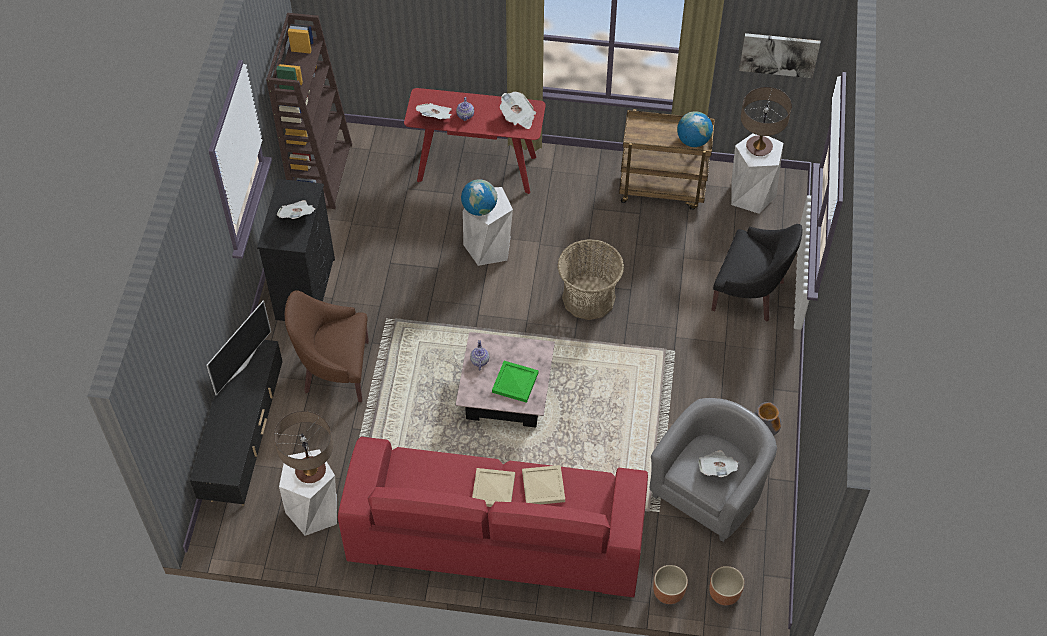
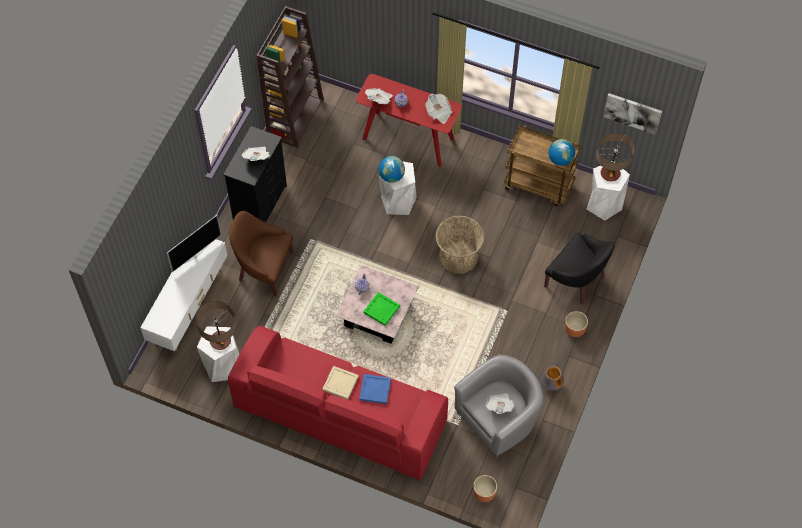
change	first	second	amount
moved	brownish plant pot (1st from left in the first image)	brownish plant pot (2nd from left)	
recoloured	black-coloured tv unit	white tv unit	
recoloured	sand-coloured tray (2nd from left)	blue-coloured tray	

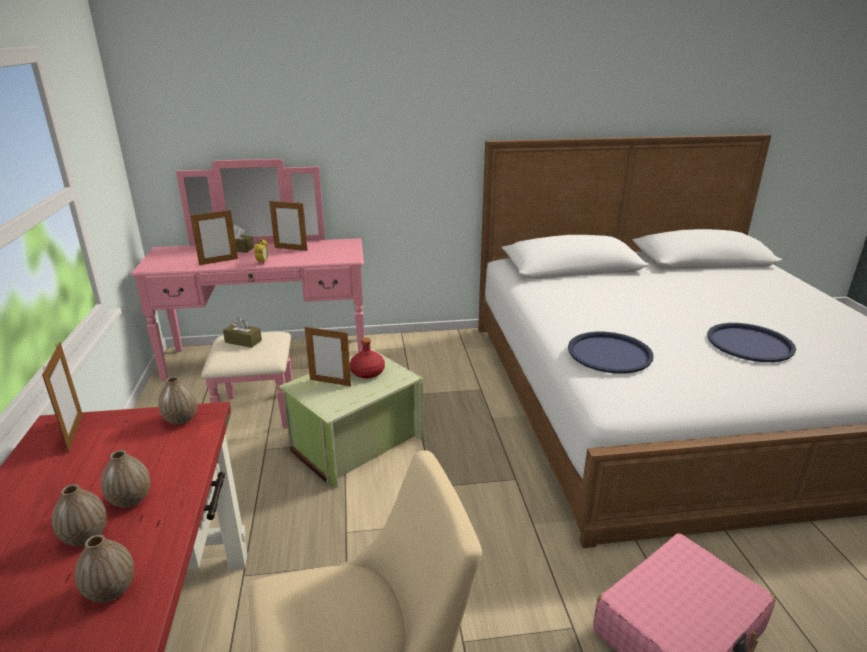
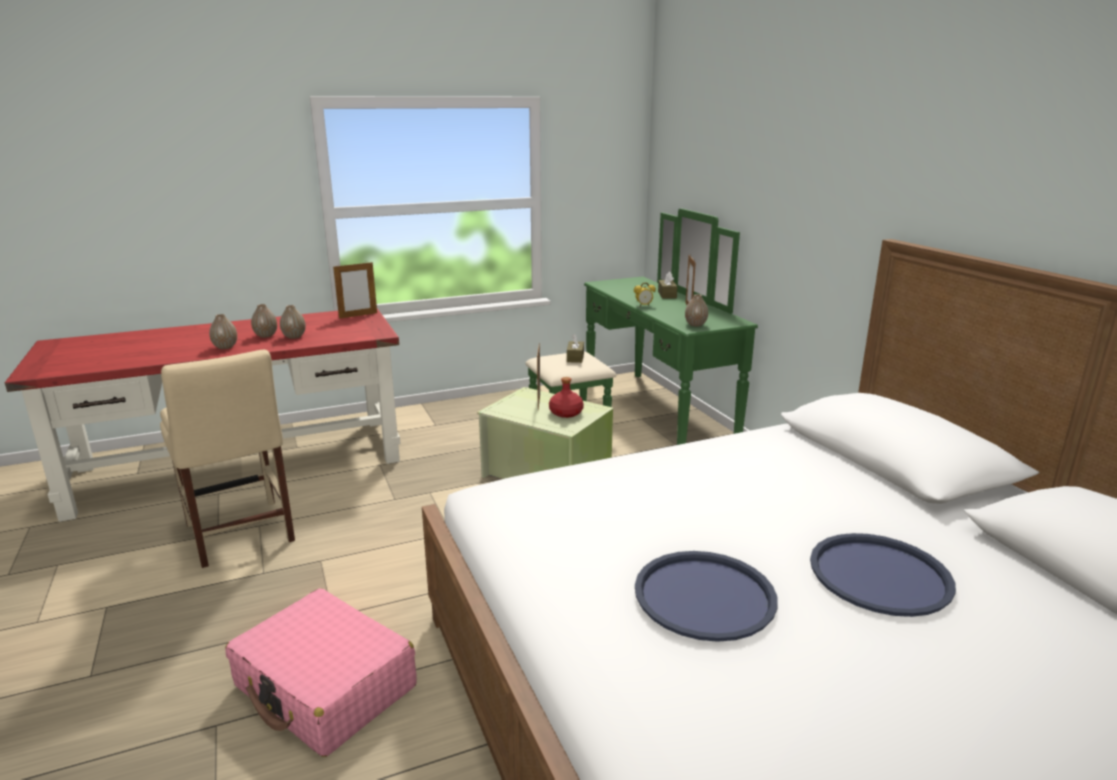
change	first	second	amount
removed	standing frame (2nd from left)		
moved	vase (4th from left)		
moved	blue-coloured tray (1st from left in the first image)	blue-coloured tray (2nd from left)	
recoloured	pink dresser	green-coloured dresser	

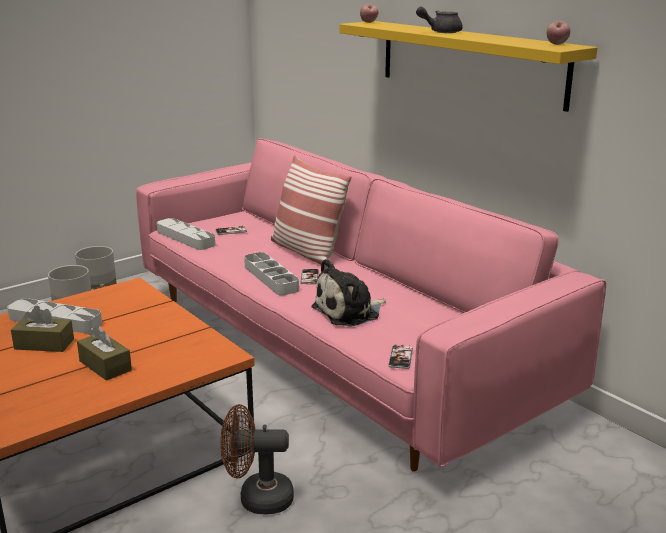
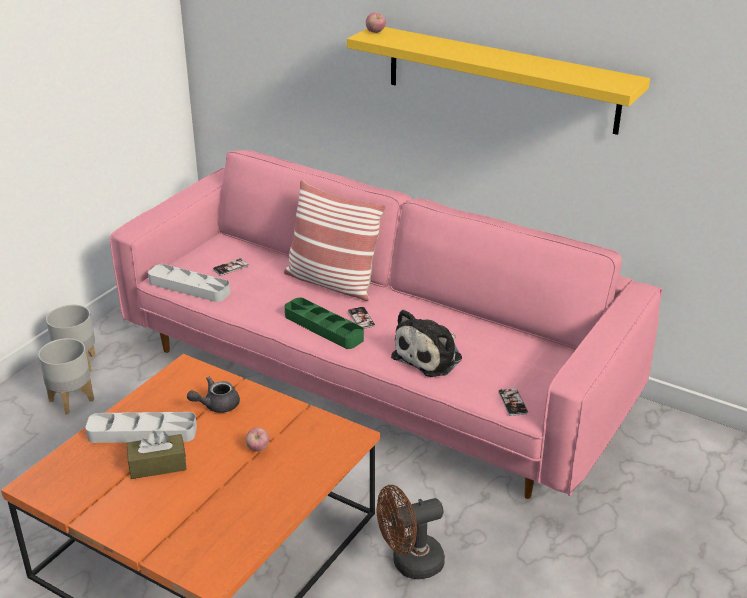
change	first	second	amount
removed	brownish tissue box (2nd from left)		
moved	gray pot for tea		
moved	apple (2nd from left in the first image)	apple (1st from left)	
recoloured	gray tray (3rd from left)	green-coloured tray	

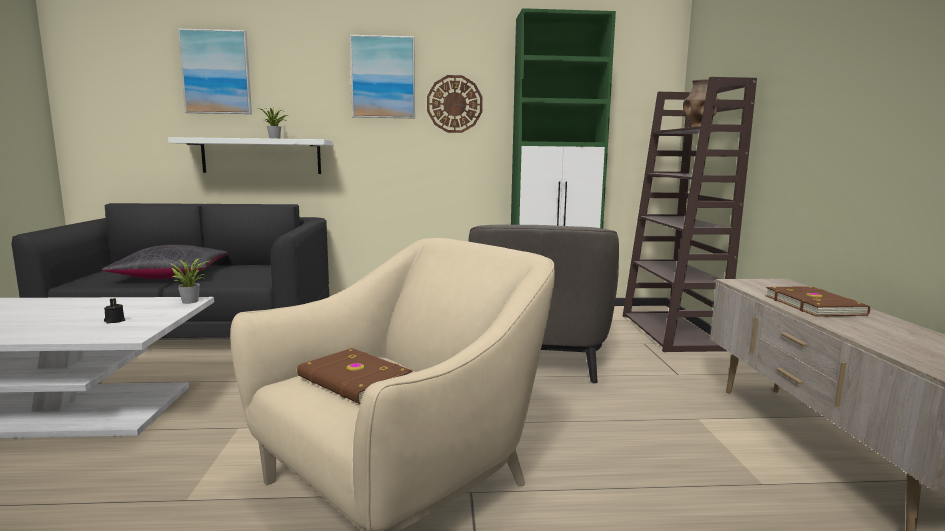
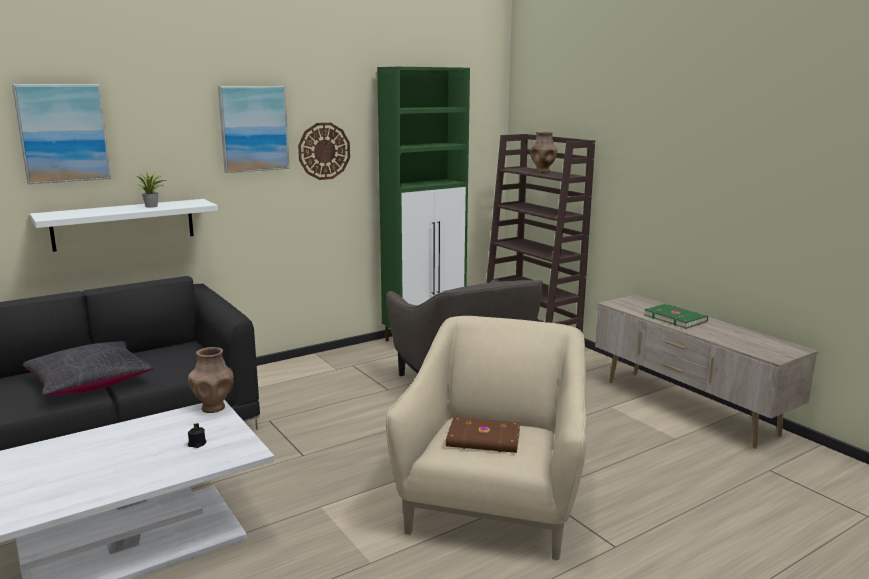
change	first	second	amount
replaced	potted plant (1st from left)	brownish vase (1st from left)	
recoloured	brownish volume (2nd from left)	green-coloured volume	

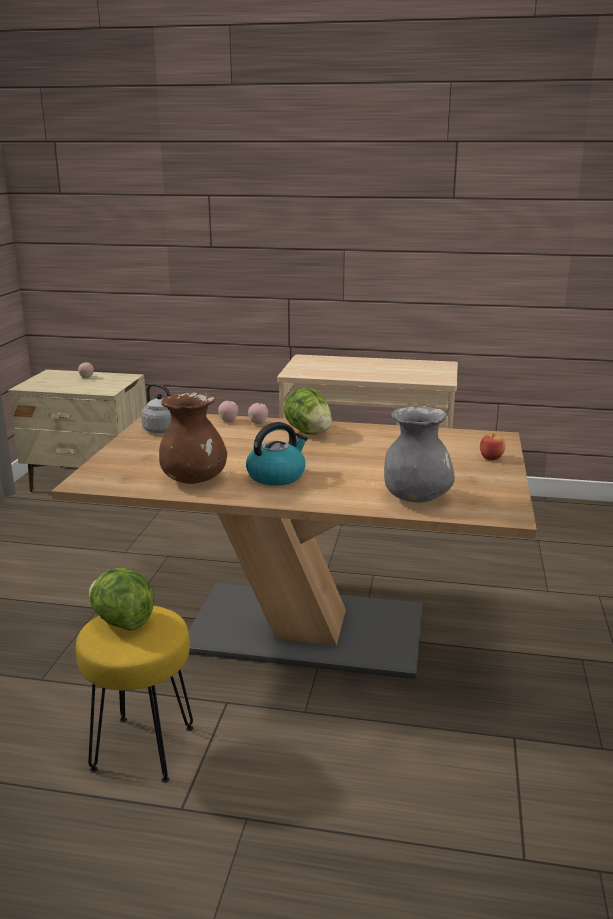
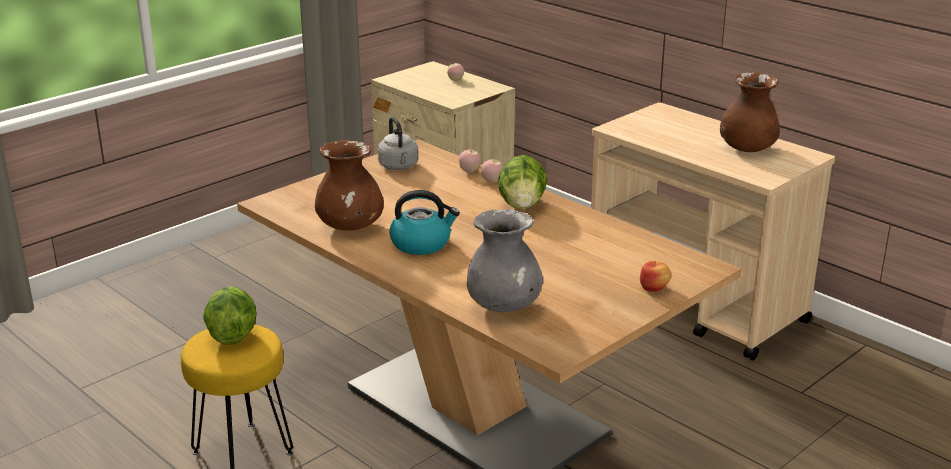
change	first	second	amount
added		brownish vase (2nd from left)	

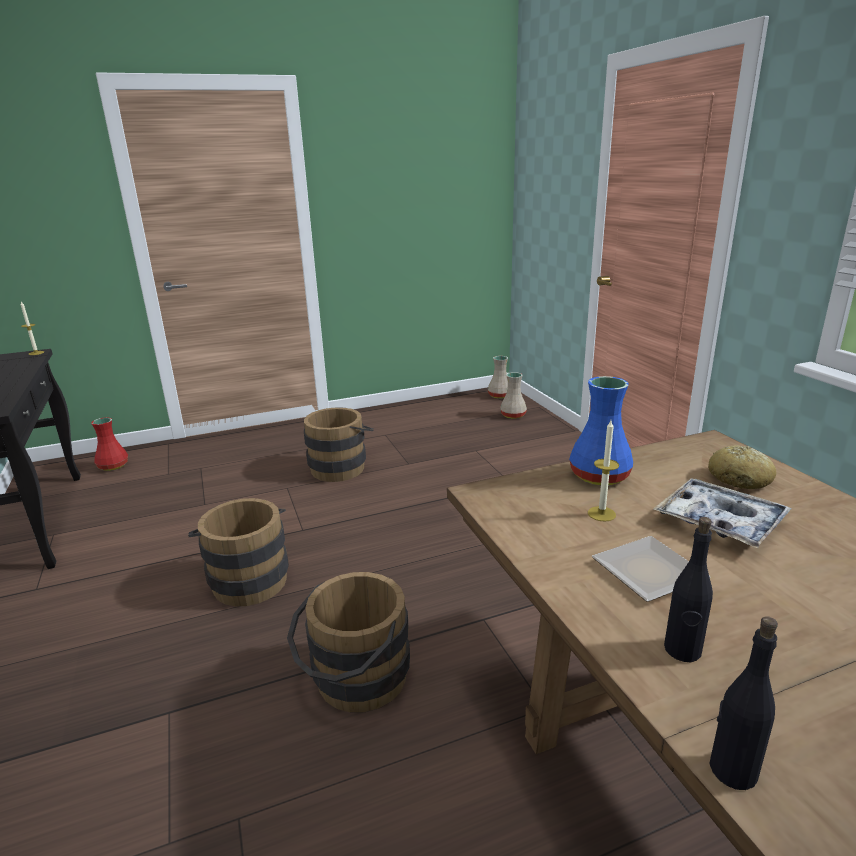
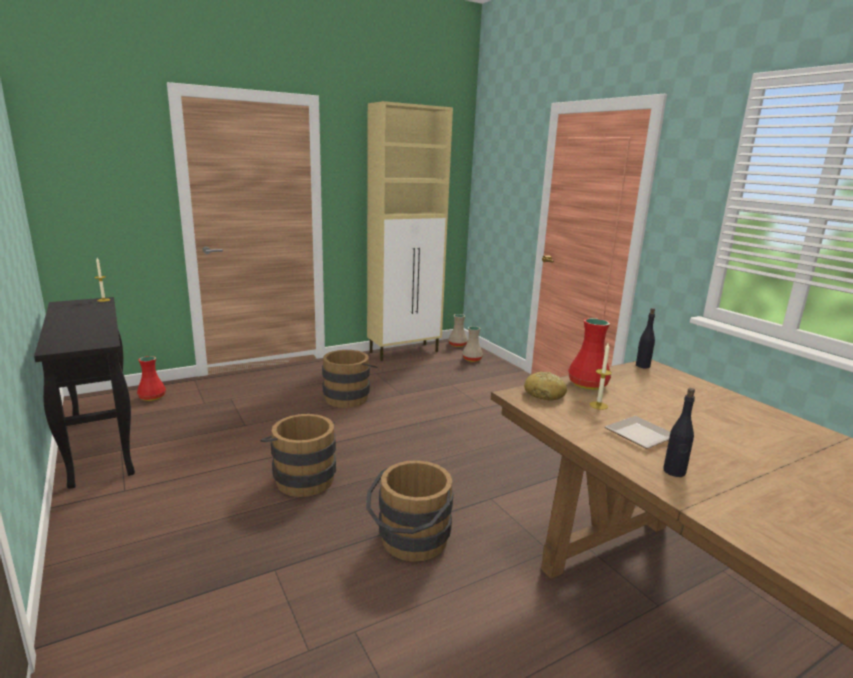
change	first	second	amount
removed	tray		
added		sand-coloured cupboard	
moved	bakery bread		
moved	black-coloured beverage bottle (2nd from left in the first image)	black-coloured beverage bottle (1st from left)	
recoloured	blue-coloured vase	red vase (2nd from left)	

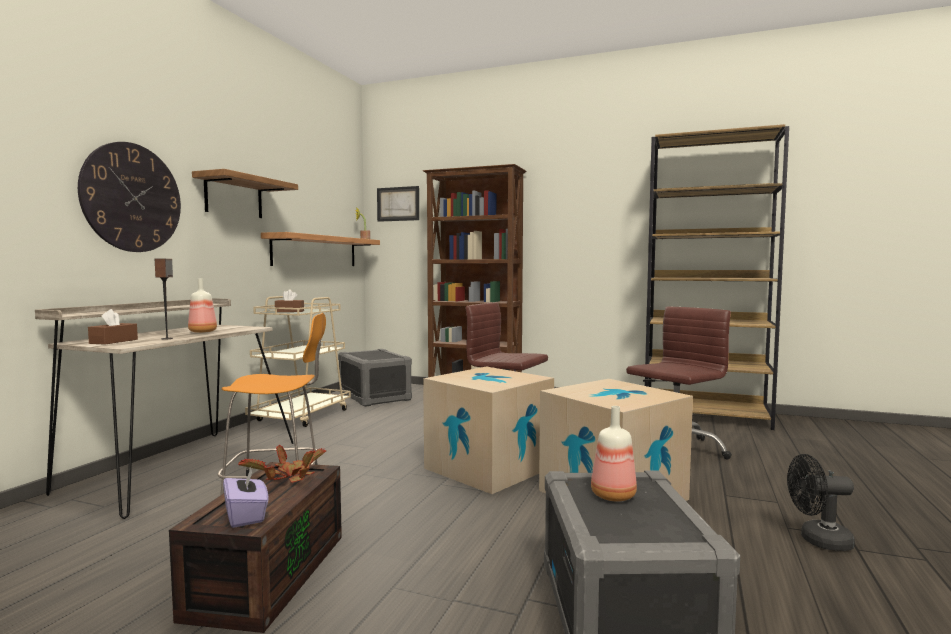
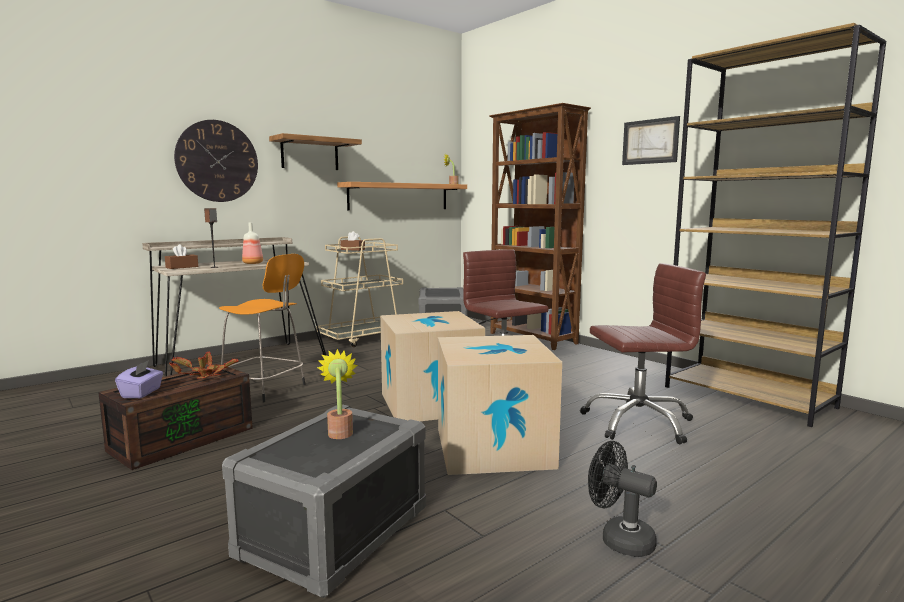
change	first	second	amount
moved	picture		
replaced	beverage bottle (2nd from left)	potted plant (2nd from left)	

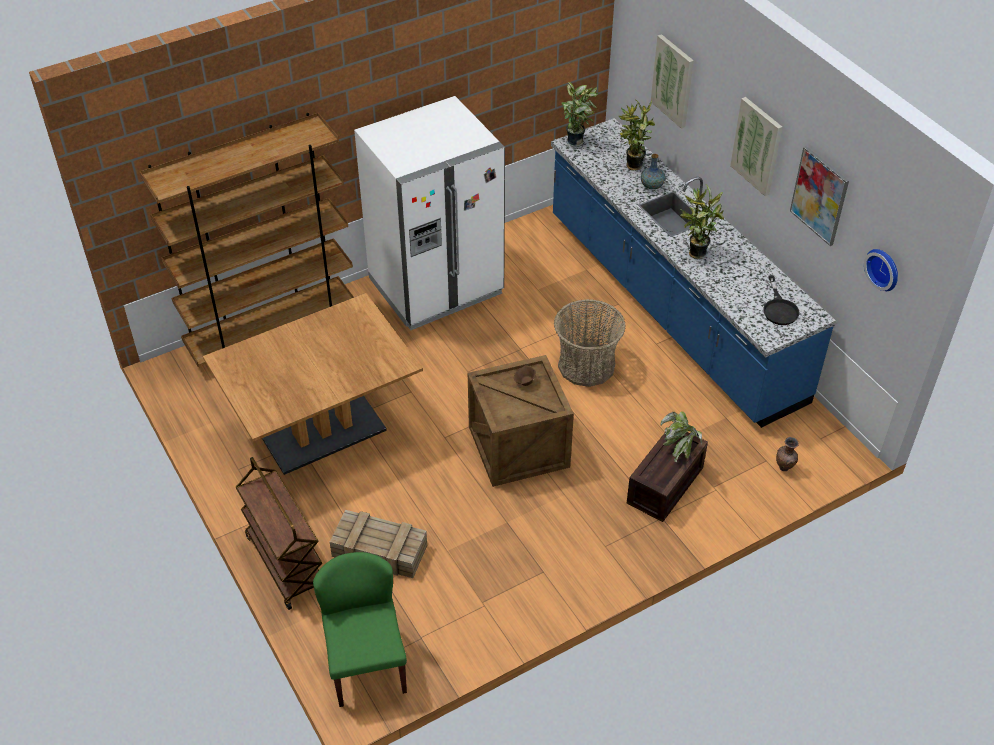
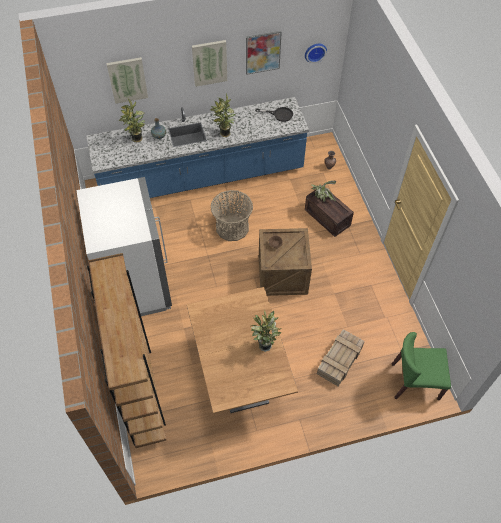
change	first	second	amount
removed	brownish trolley		
moved	potted plant (1st from left in the first image)	potted plant (3rd from left)	

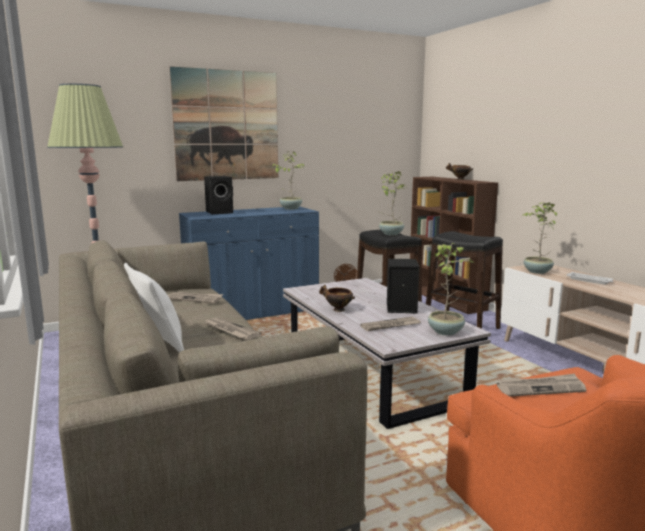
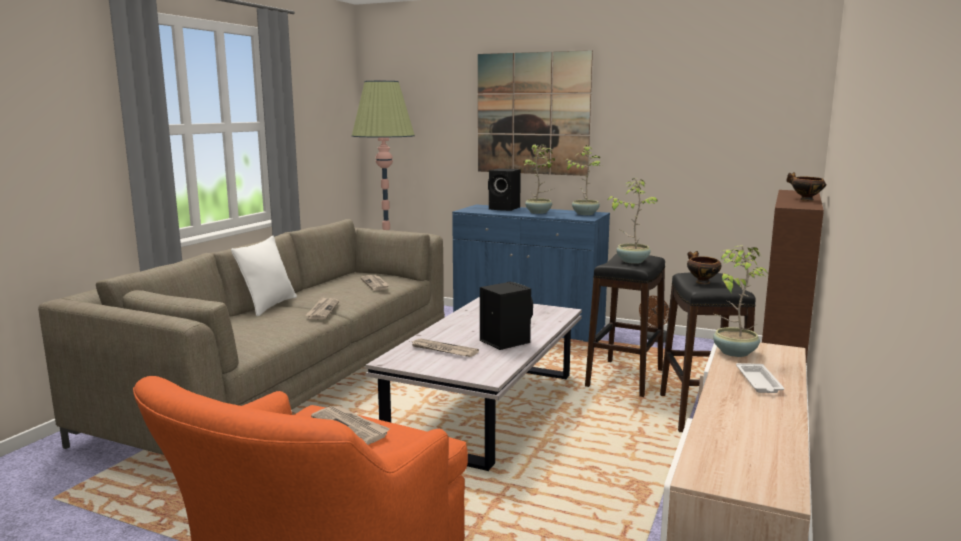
change	first	second	amount
moved	bowl (1st from left)		
moved	potted plant (3rd from left in the first image)	potted plant (1st from left)	

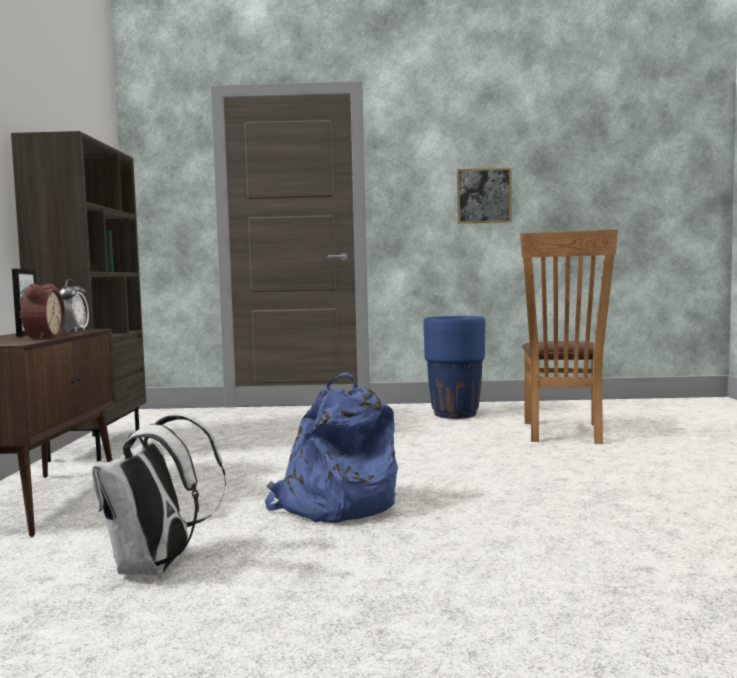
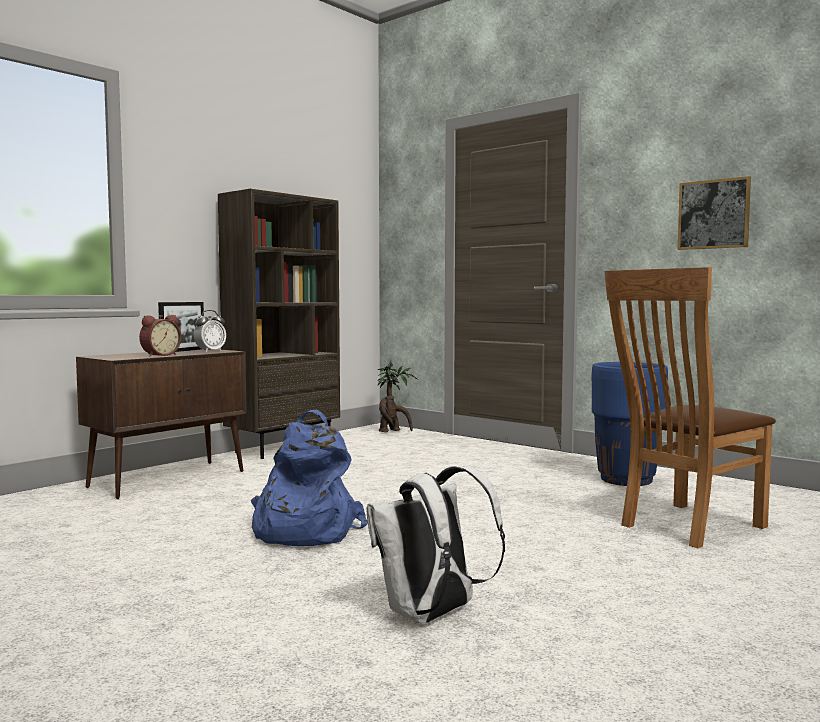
change	first	second	amount
added		potted plant	
moved	white rucksack		

